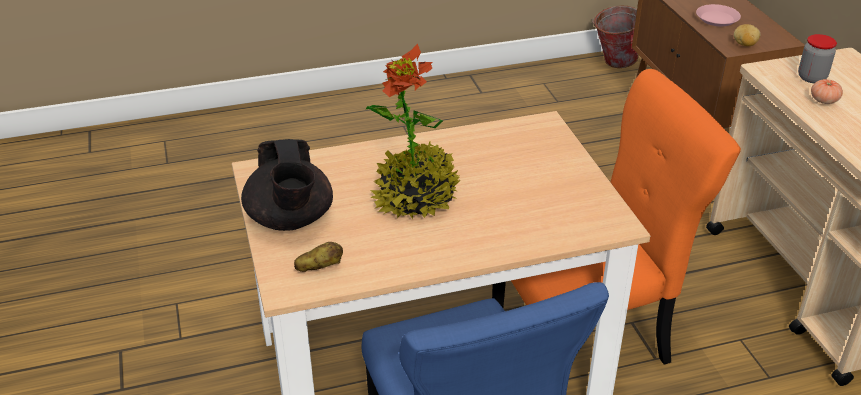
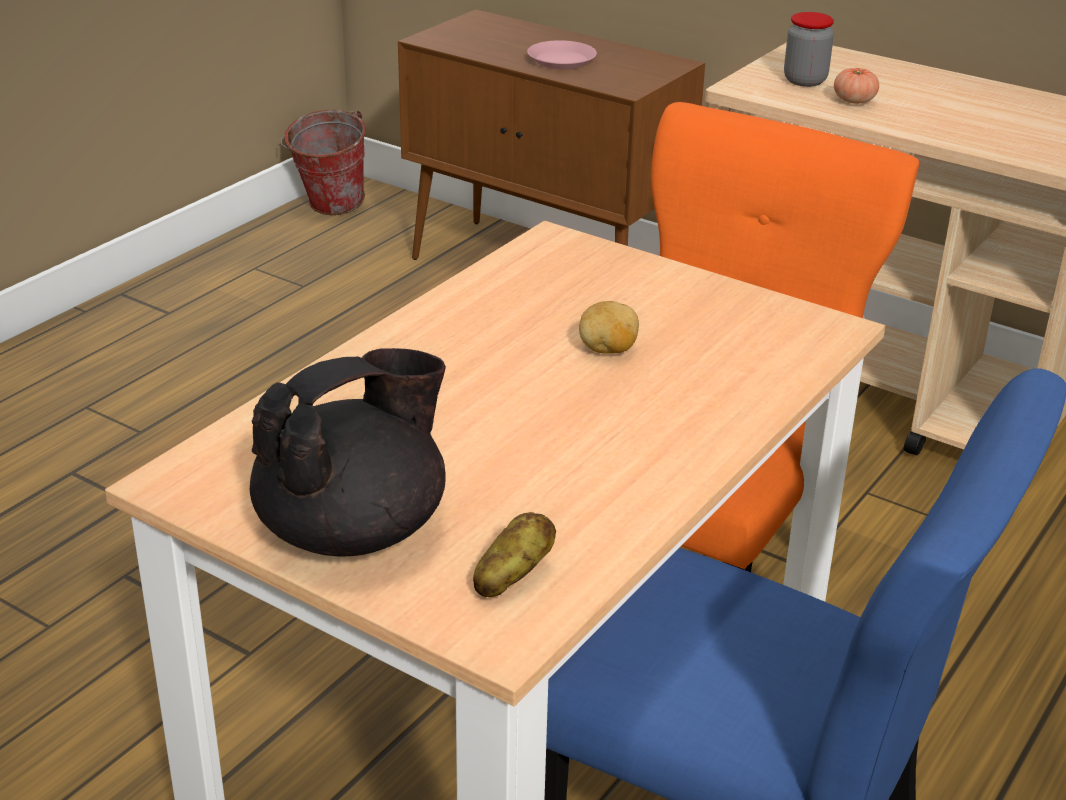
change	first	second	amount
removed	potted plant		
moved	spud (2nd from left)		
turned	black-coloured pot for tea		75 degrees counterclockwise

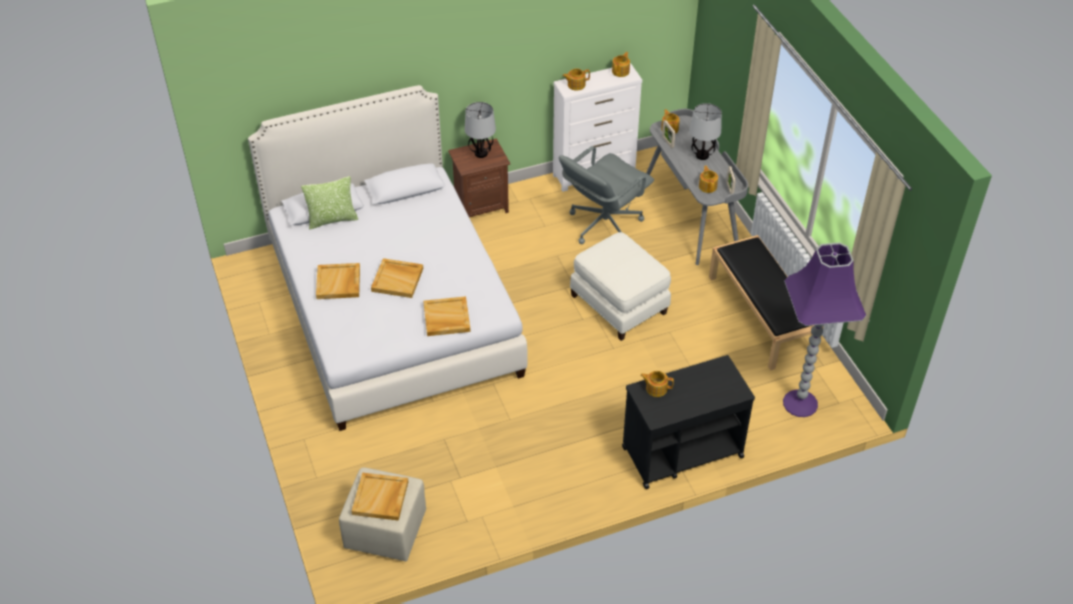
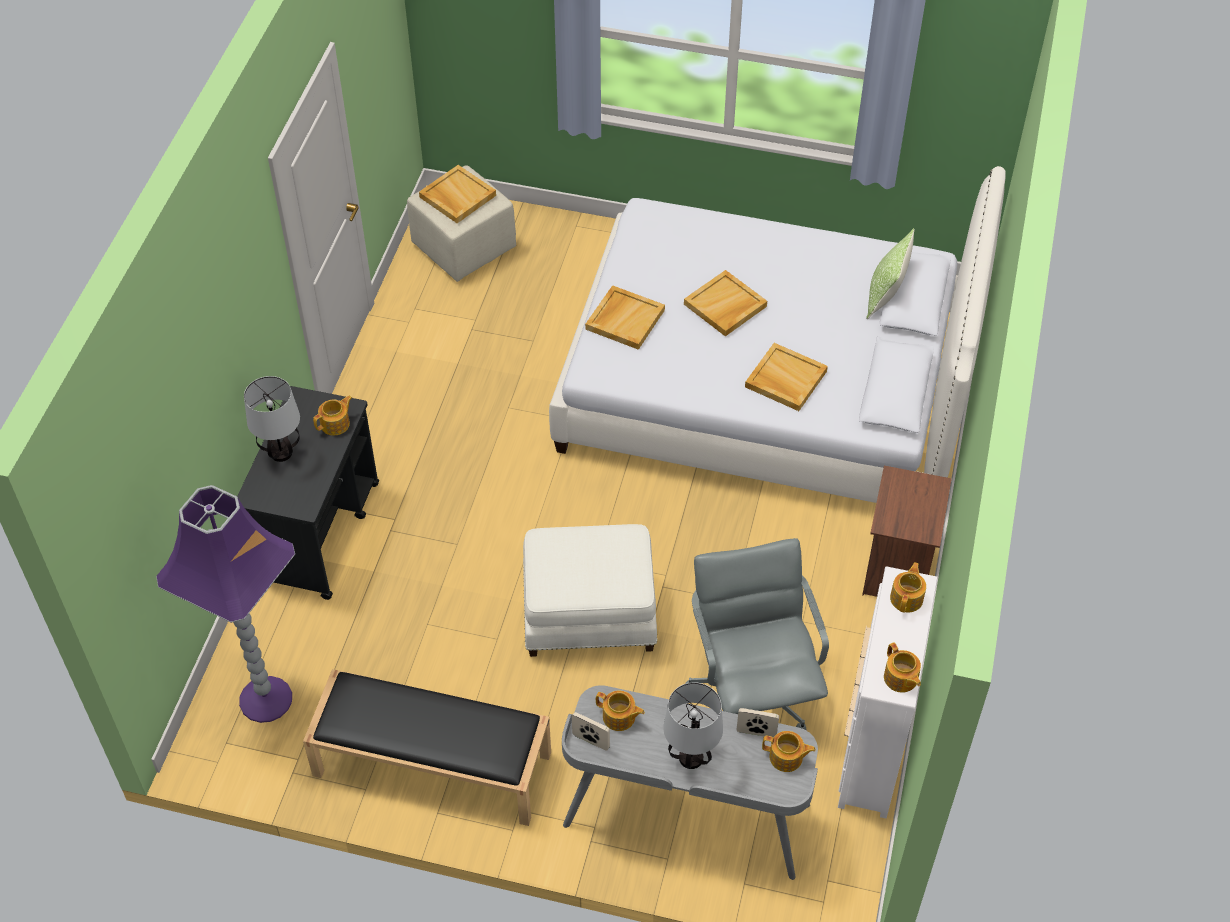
change	first	second	amount
moved	sand-coloured tray (1st from left in the first image)	sand-coloured tray (4th from left)	
moved	tabletop lamp (1st from left)		

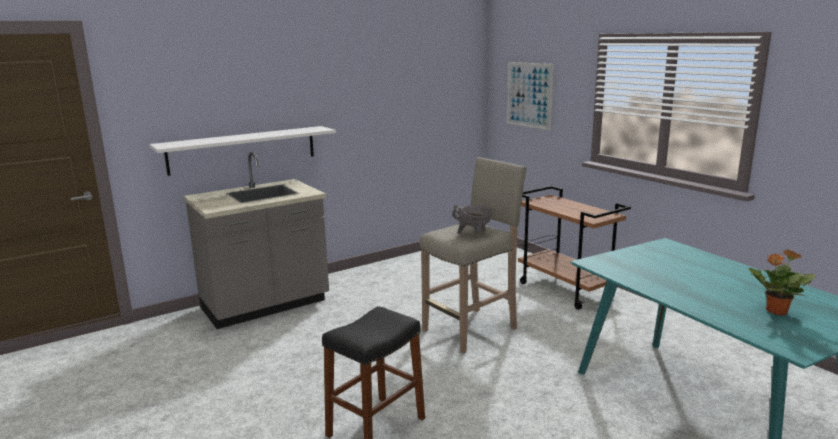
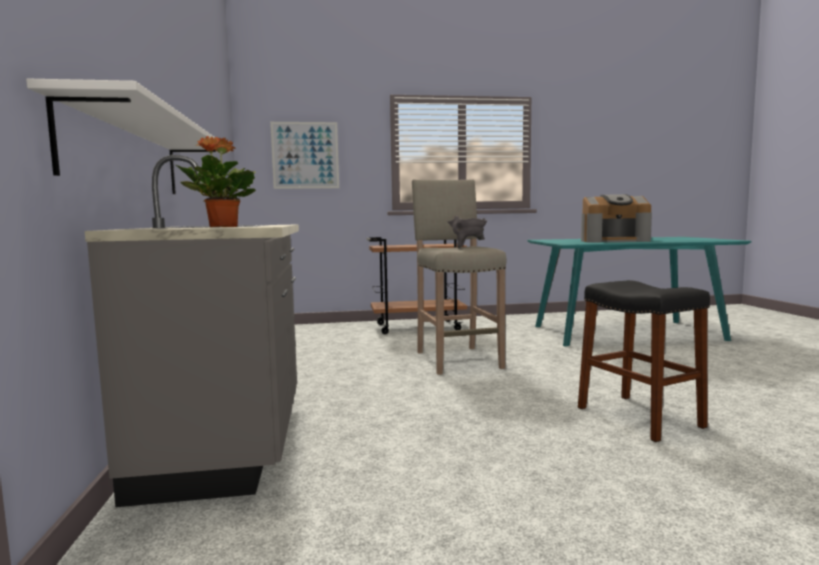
change	first	second	amount
added		coffee maker	
moved	potted plant		

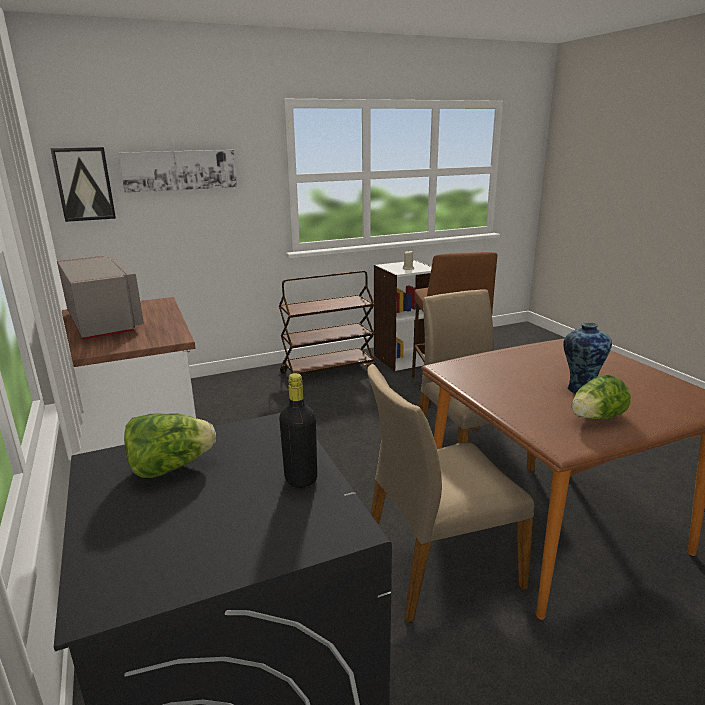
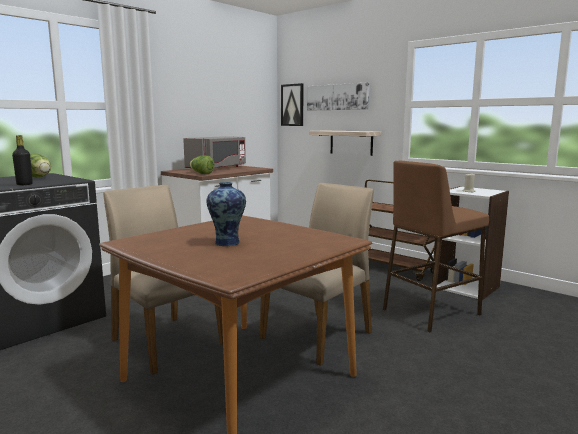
change	first	second	amount
added		bracket shelf	
moved	lettuce (2nd from left)		

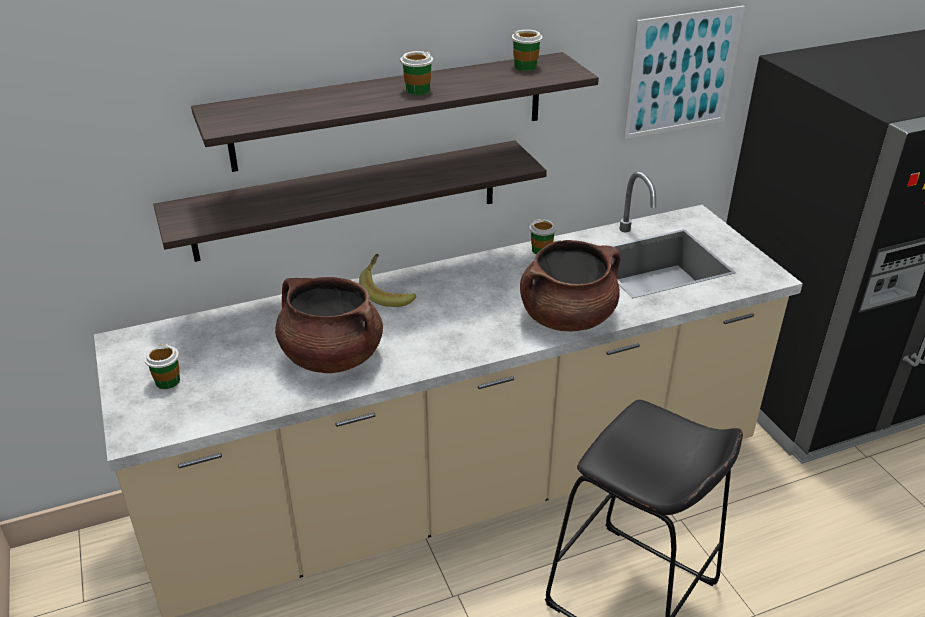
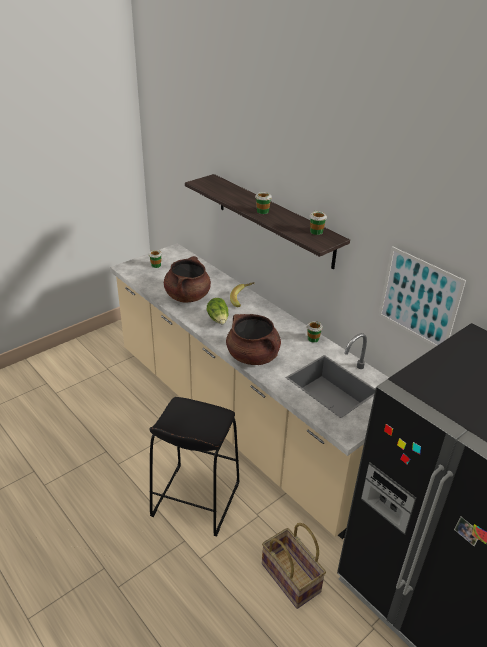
change	first	second	amount
removed	bracket shelf (1st from left)		
added		lettuce	
added		basket	

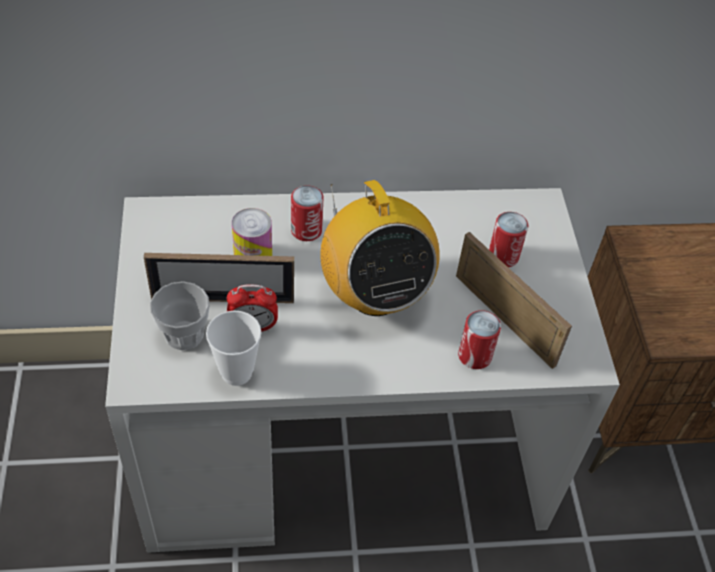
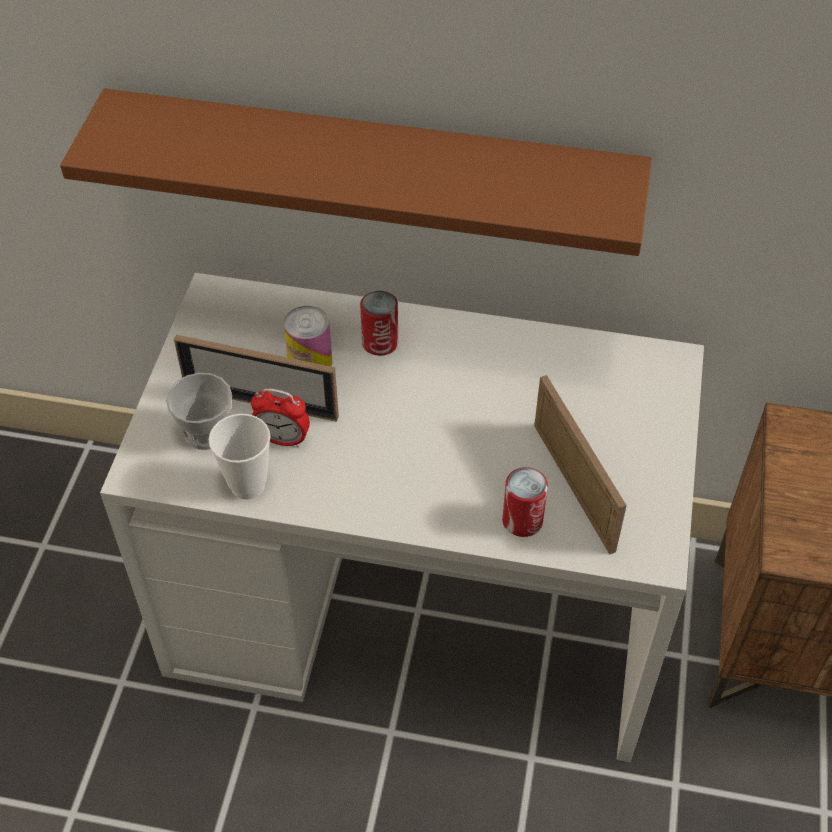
change	first	second	amount
removed	radio		
removed	metal can (4th from left)		
added		brownish bracket shelf	

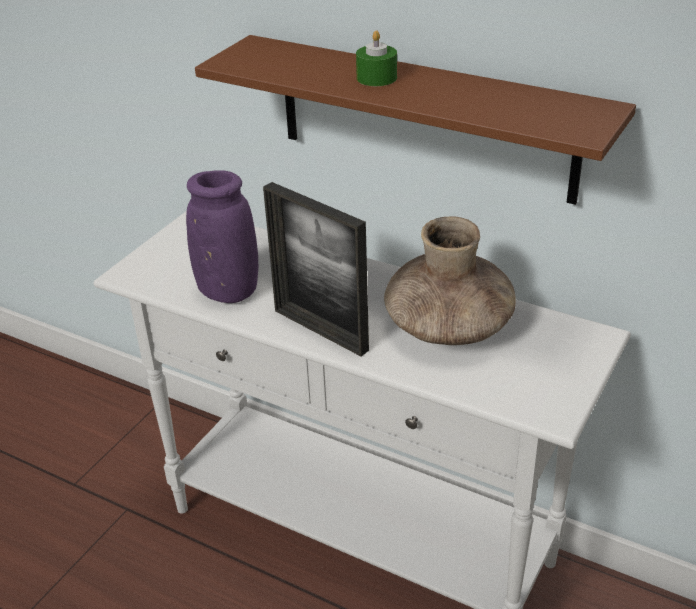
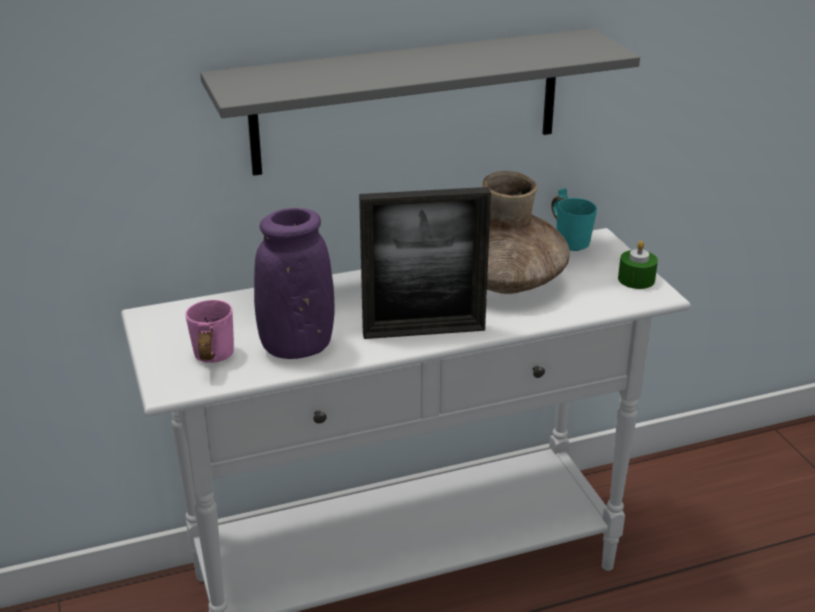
change	first	second	amount
added		pink tea mug	
added		turquoise tea mug	
moved	green-coloured wax light		
recoloured	brownish bracket shelf	gray bracket shelf	

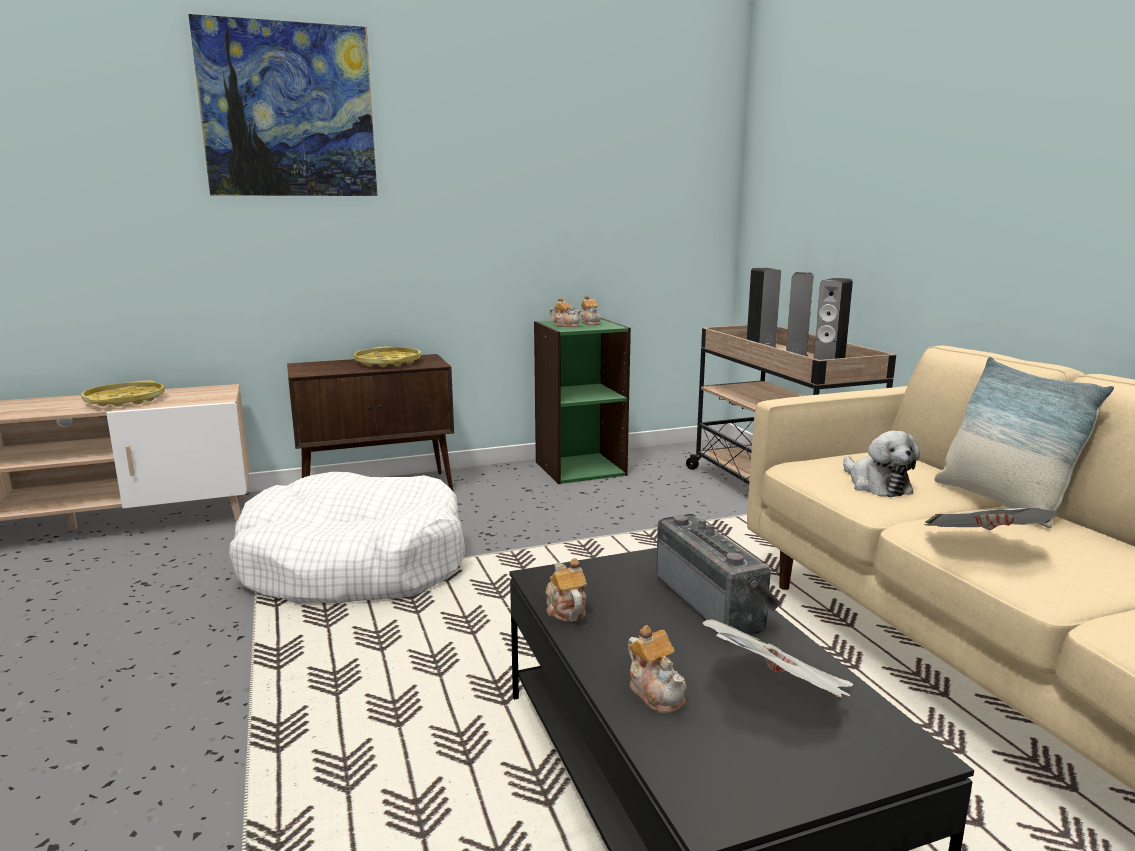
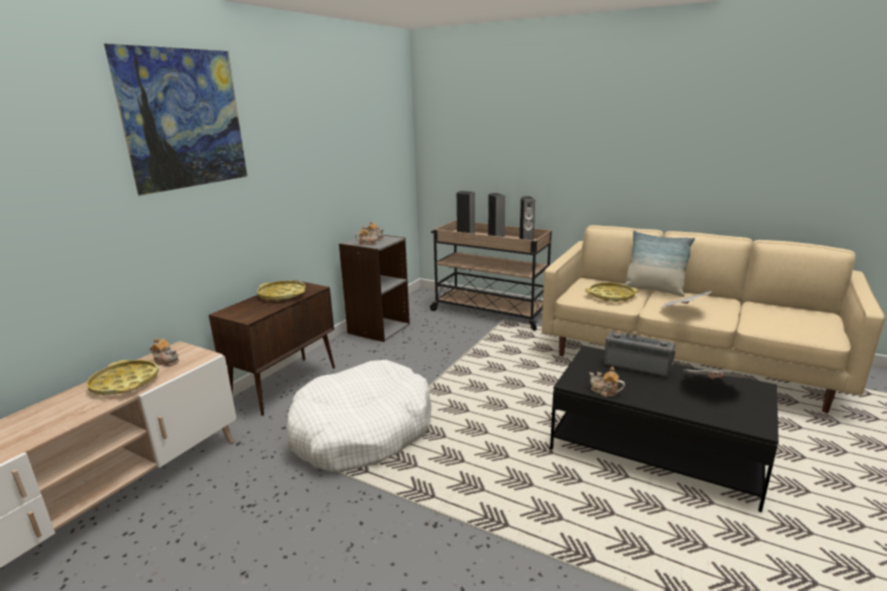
change	first	second	amount
moved	pot for tea (4th from left in the first image)	pot for tea (1st from left)	
replaced	plush toy	yellow tray (3rd from left)	
recoloured	green-coloured bookcase	gray bookcase	

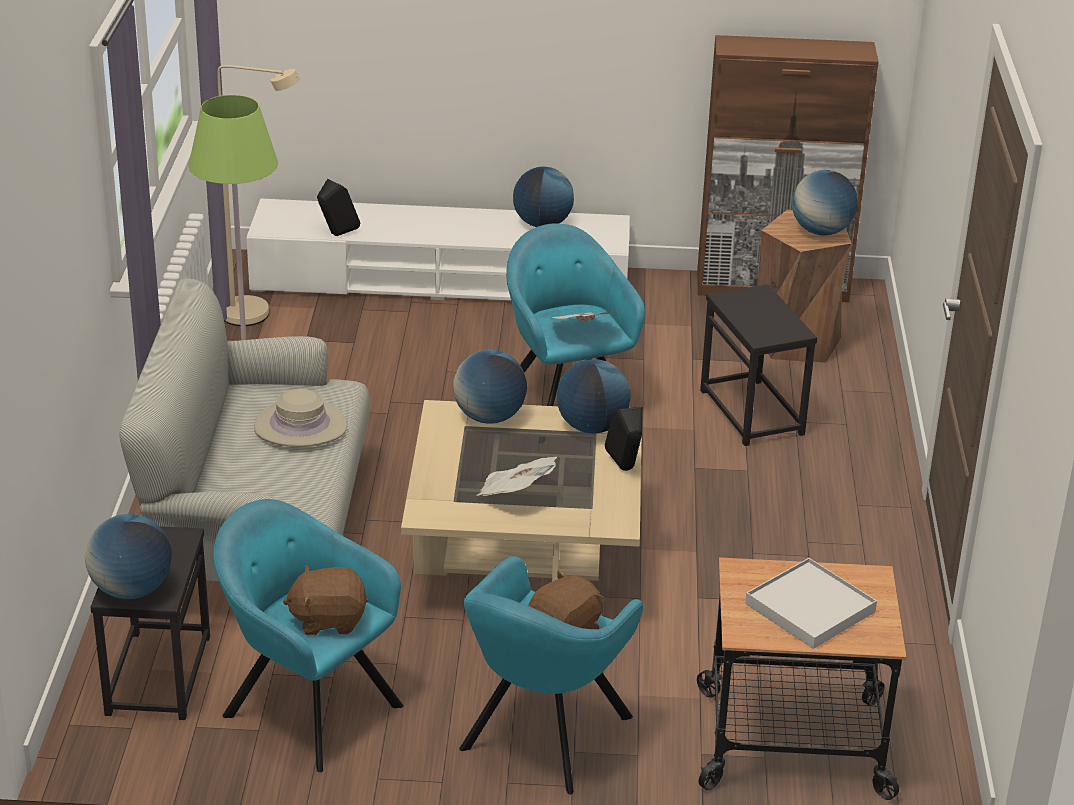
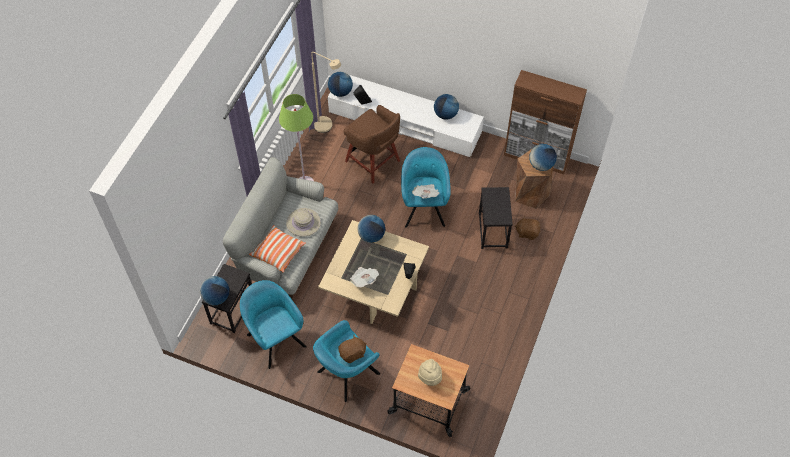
change	first	second	amount
added		pillow	
added		brownish sitting stool (1st from left)	
moved	brownish plush toy (1st from left in the first image)	brownish plush toy (2nd from left)	
moved	globe (4th from left in the first image)	globe (2nd from left)	
replaced	white tray	sand-coloured hat (2nd from left)	

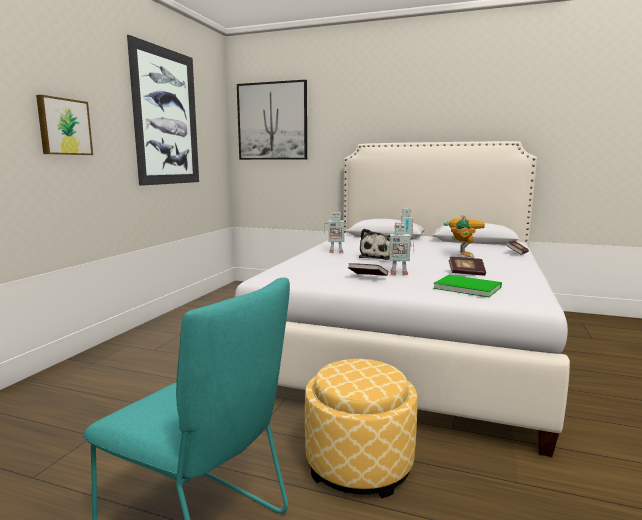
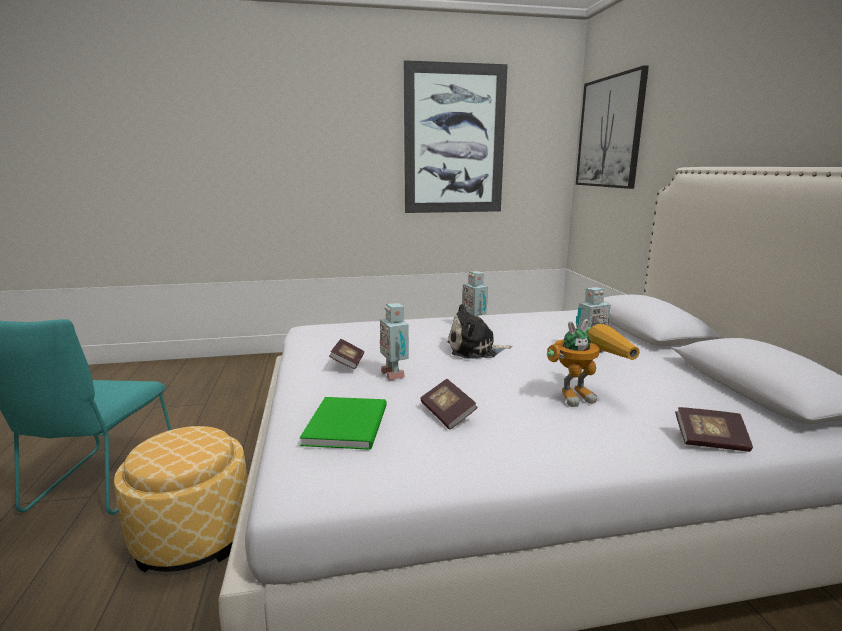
change	first	second	amount
removed	picture (1st from left)		

